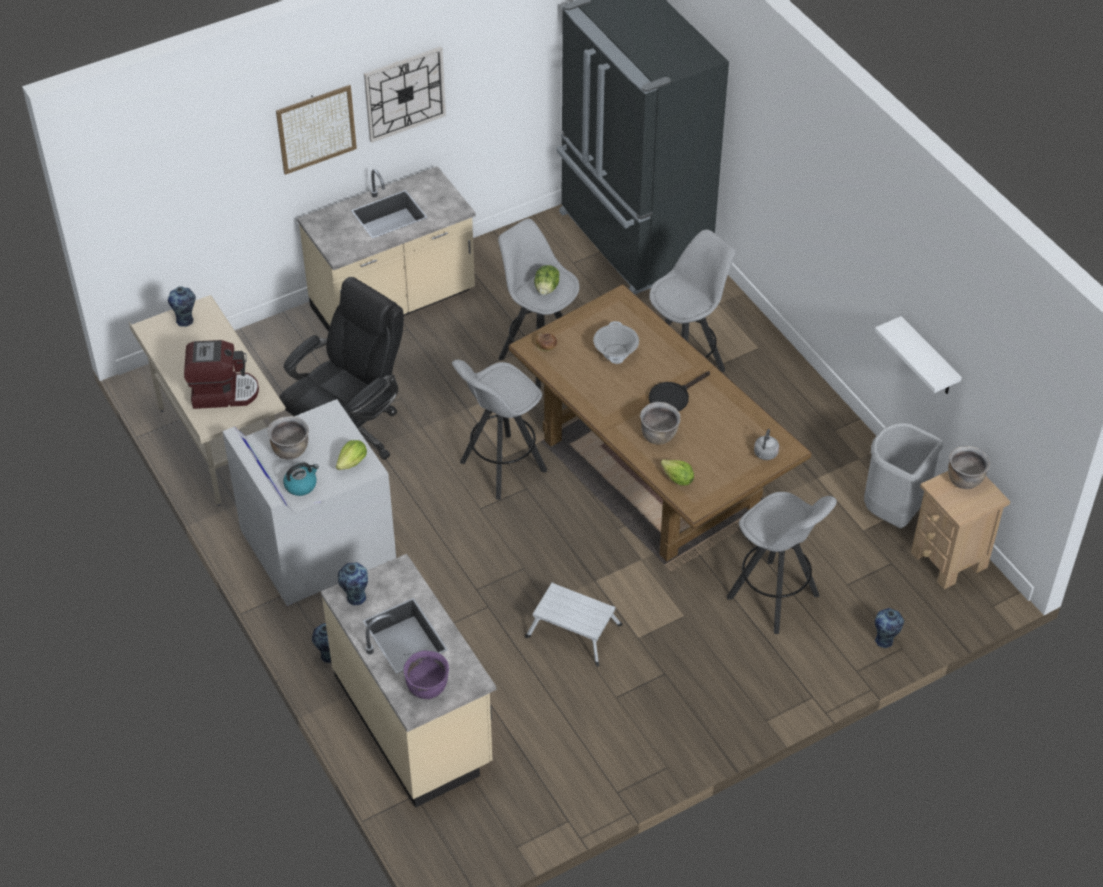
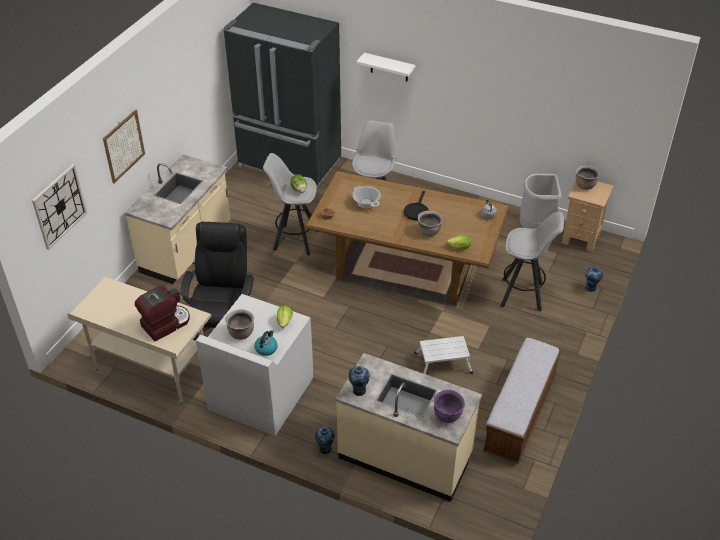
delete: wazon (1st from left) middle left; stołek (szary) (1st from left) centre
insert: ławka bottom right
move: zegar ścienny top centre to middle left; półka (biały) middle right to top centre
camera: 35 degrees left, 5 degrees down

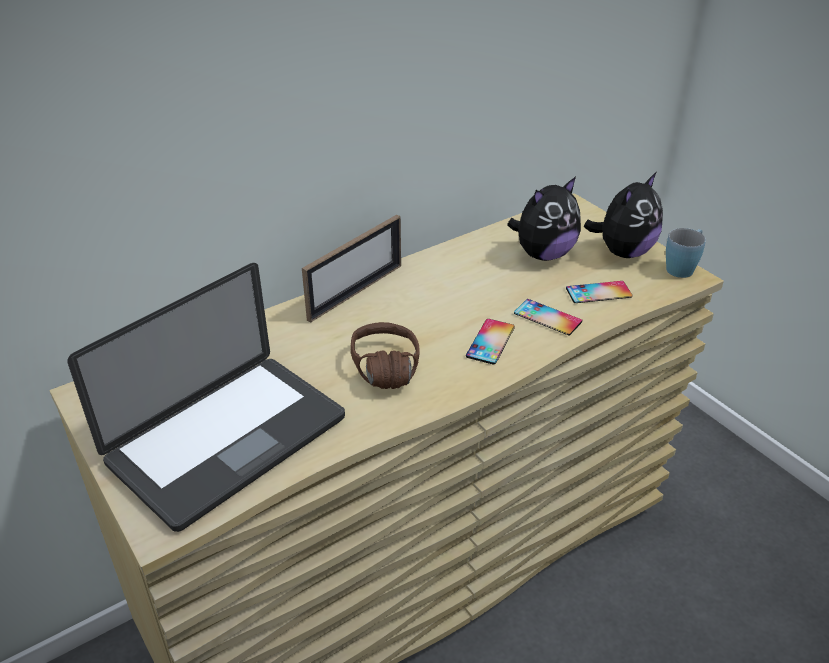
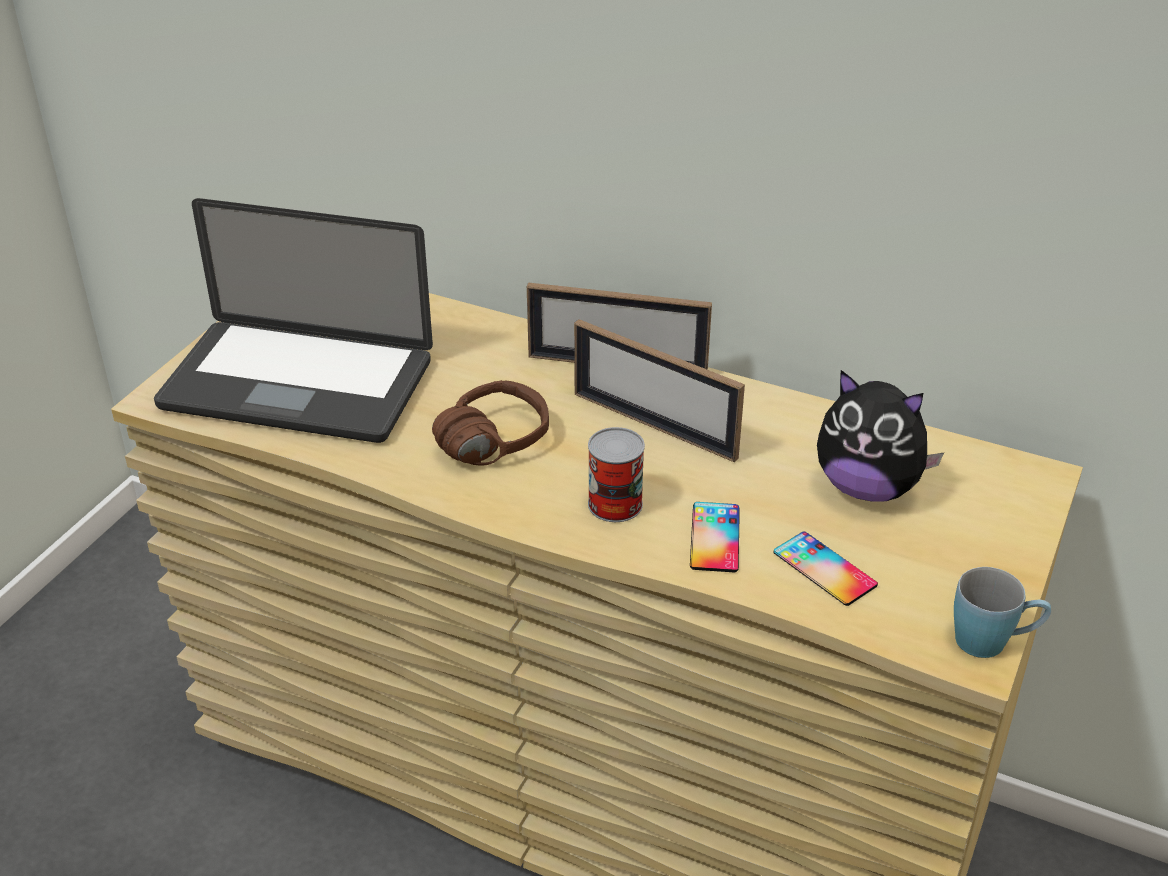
delete: pluszak (2nd from left) top right
insert: ramka na zdjęcie (2nd from left) centre
replace: telefon (1st from left) centre to puszka centre
camera: 60 degrees right, 0 degrees up

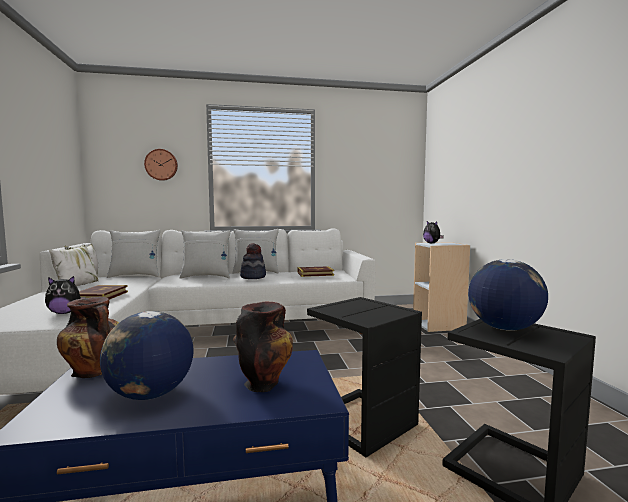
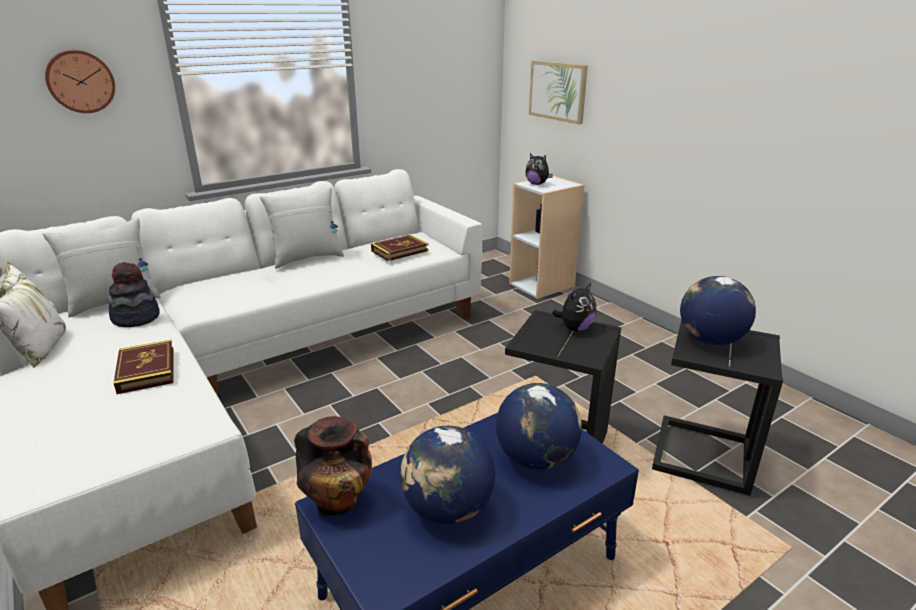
delete: poduszka (szary) (2nd from left) middle left
insert: obraz top centre
move: kapelusz centre to middle left; pluszak (1st from left in the first image) middle left to pluszak (2nd from left) centre
replace: wazon (2nd from left) bottom centre to globus (2nd from left) bottom centre
camera: 25 degrees left, 20 degrees up

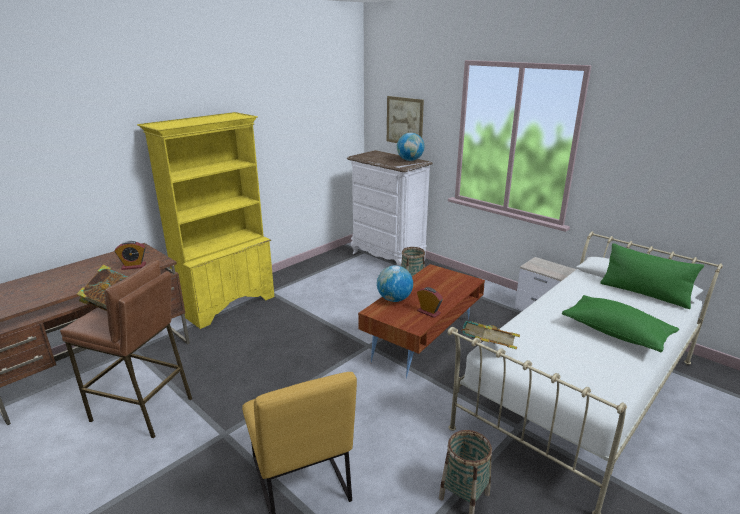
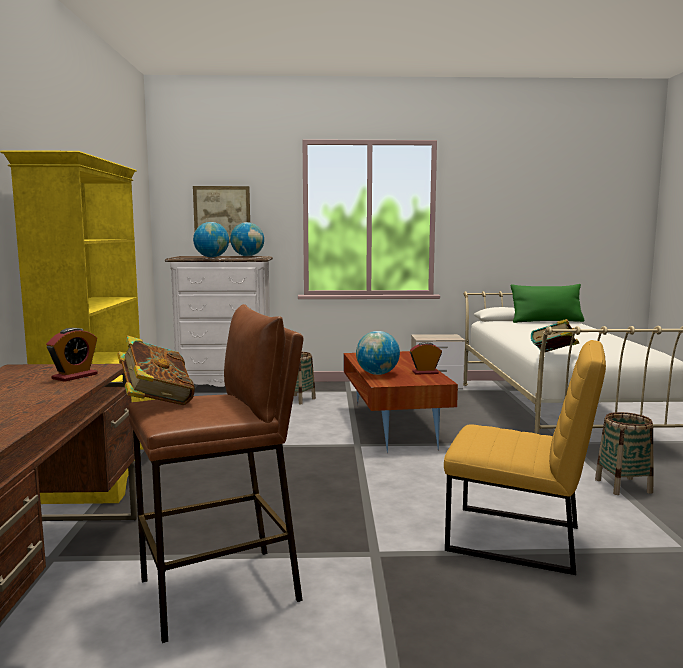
delete: poduszka (zielony) (1st from left) middle right
insert: globus (1st from left) middle left
camera: 45 degrees left, 15 degrees down

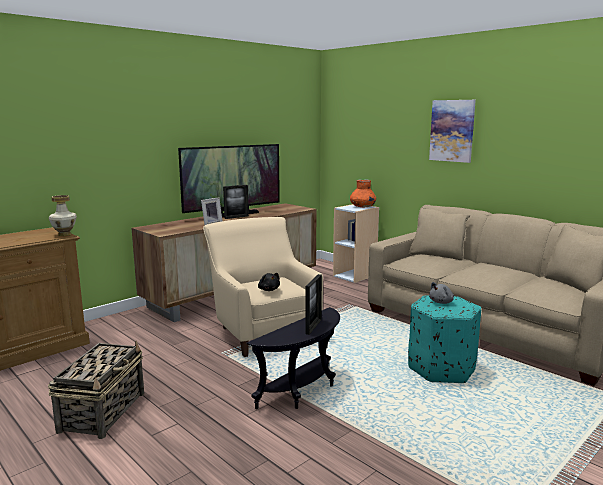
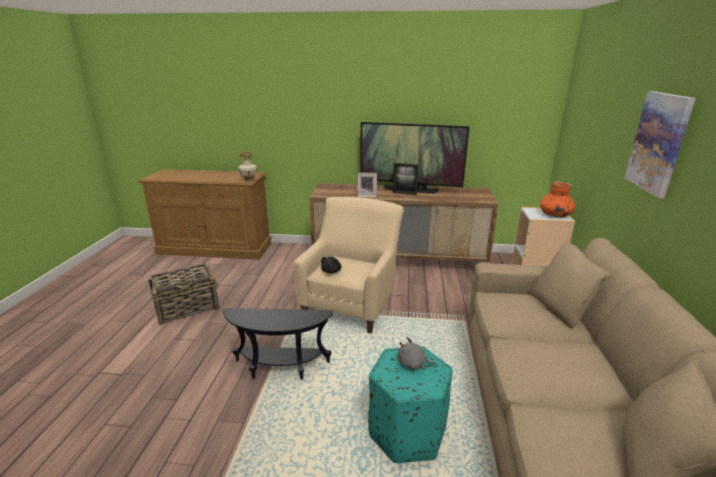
delete: ramka na zdjęcie (3rd from left) centre
camera: 50 degrees right, 10 degrees up

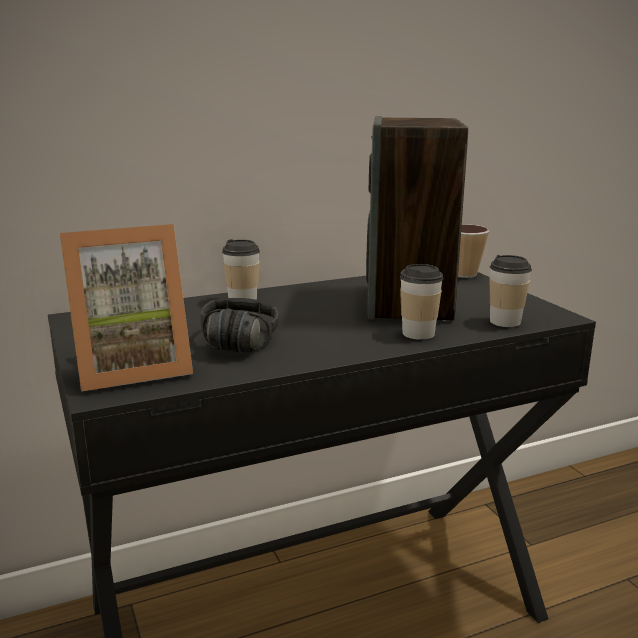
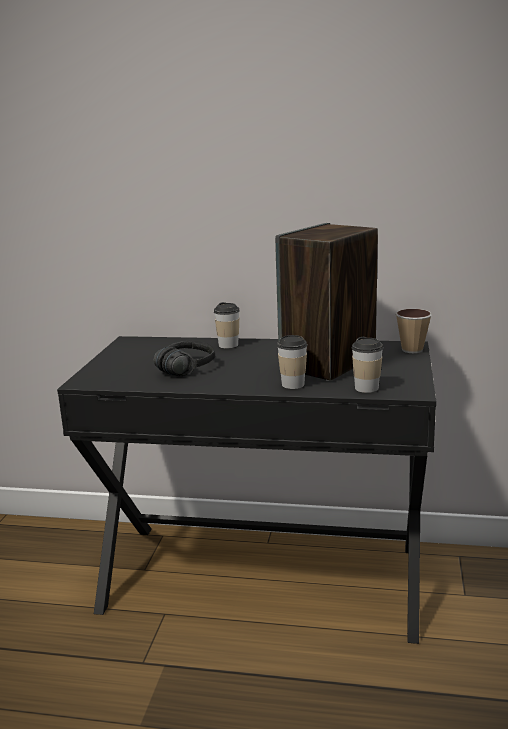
delete: ramka na zdjęcie middle left
camera: 35 degrees right, 0 degrees up

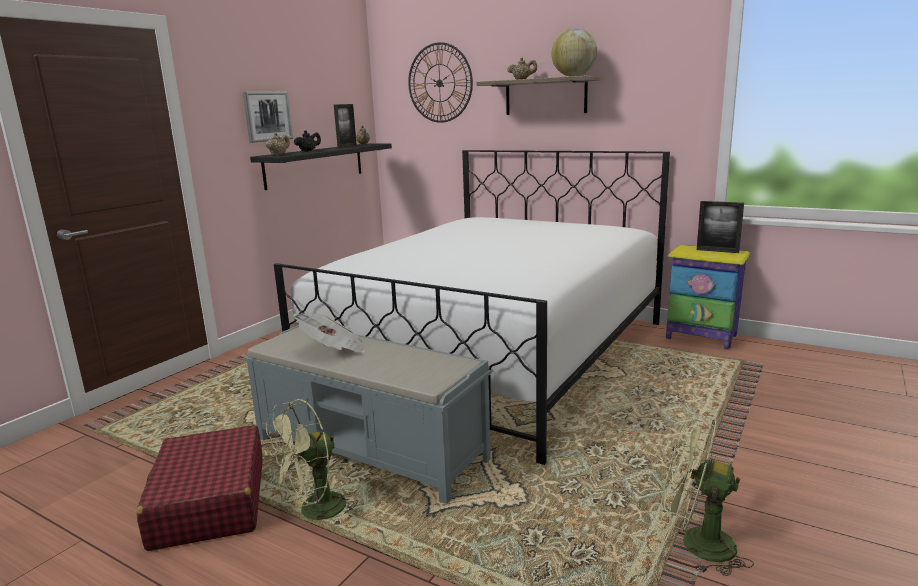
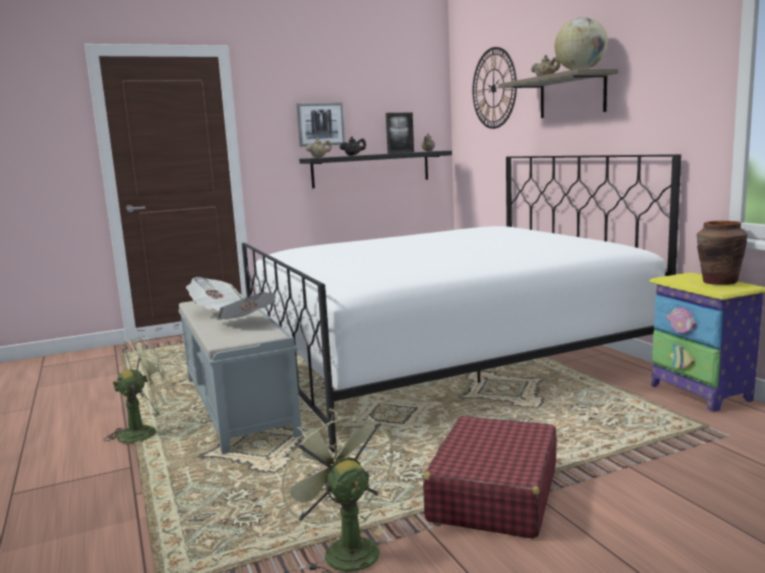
insert: gazeta (2nd from left) middle left
move: walizka (czerwony) bottom left to bottom centre
replace: ramka na zdjęcie (2nd from left) middle right to wazon (brązowy) middle right
rotate: wentylator (zielony) (1st from left) bottom centre = bottom left 150 degrees clockwise
camera: 35 degrees right, 5 degrees down

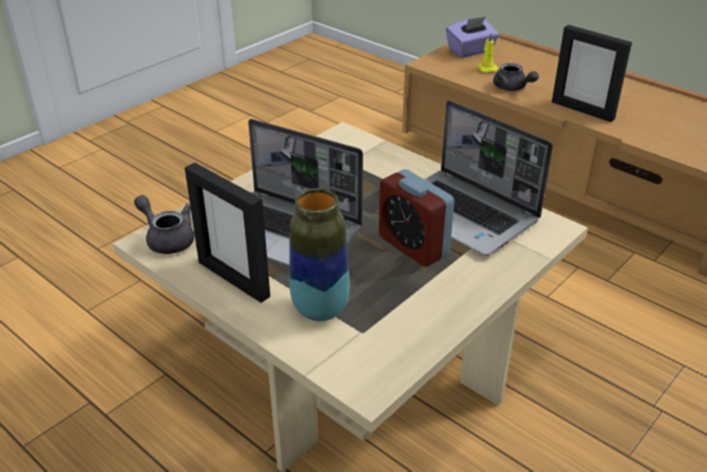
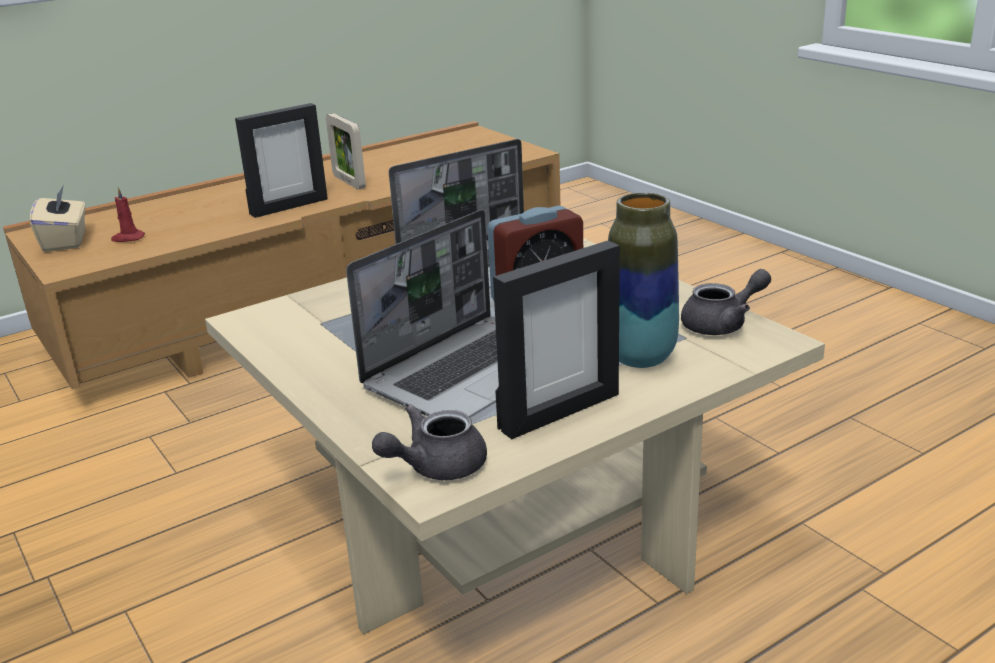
insert: ramka na zdjęcie (2nd from left) top centre
move: imbryk (szary) (2nd from left) top right to middle right
recolor: pudełko chusteczek (fioletowy) top right to pudełko chusteczek (beżowy) top left; świeca (żółty) top right to świeca (czerwony) top left
camera: 75 degrees left, 10 degrees down

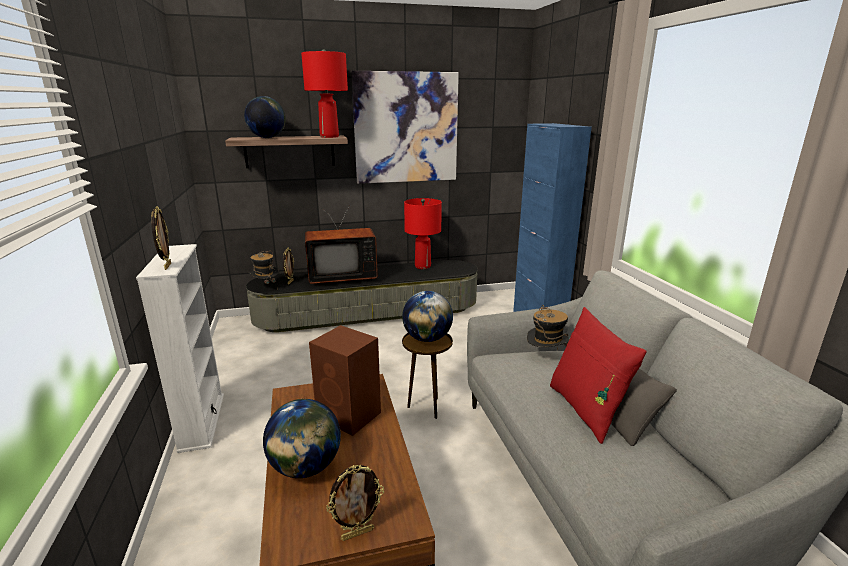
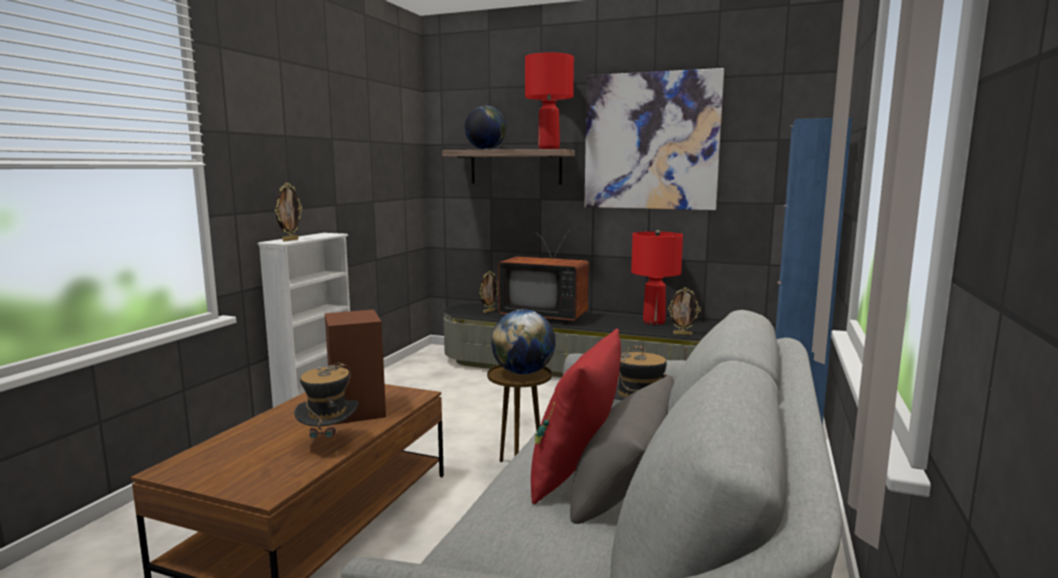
delete: globus (2nd from left) bottom centre
move: kapelusz (1st from left) middle left to bottom left; ramka na zdjęcie (3rd from left) bottom centre to centre
camera: 35 degrees right, 10 degrees down

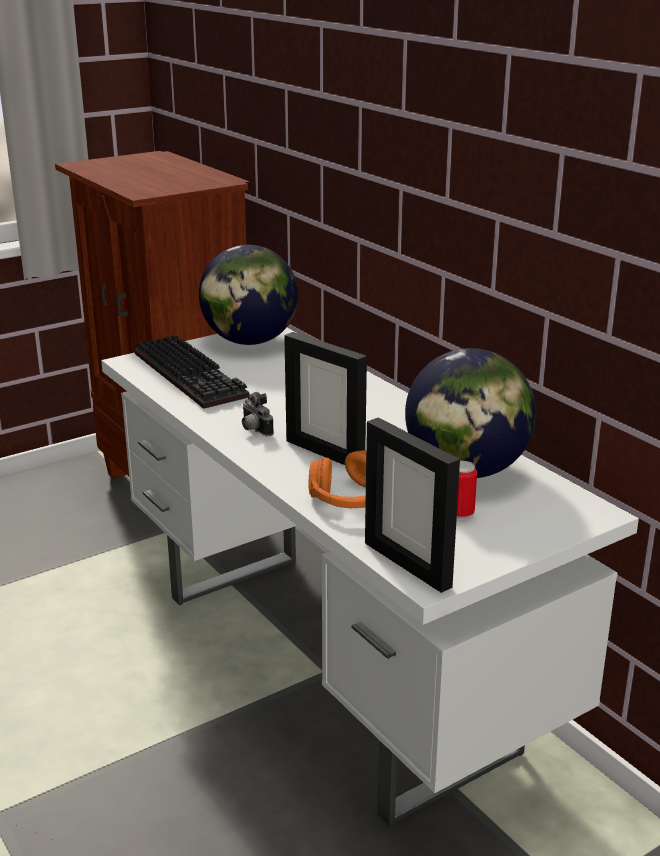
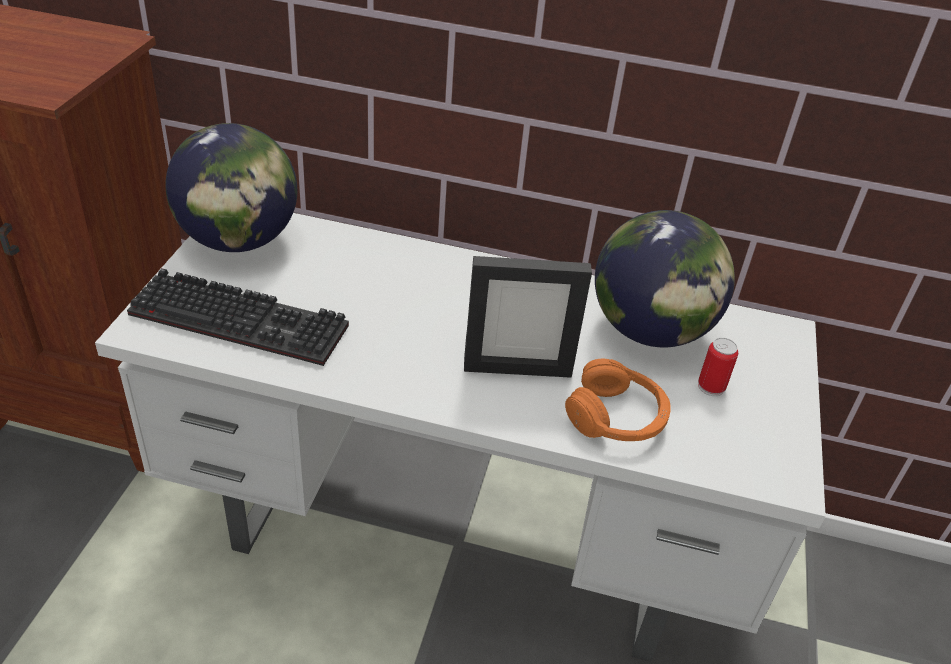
delete: aparat fotograficzny centre; ramka na zdjęcie (2nd from left) centre
camera: 45 degrees left, 15 degrees up

